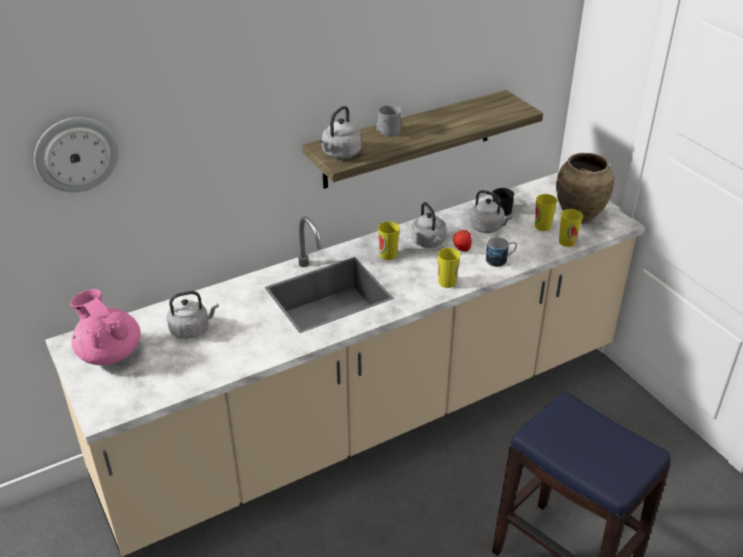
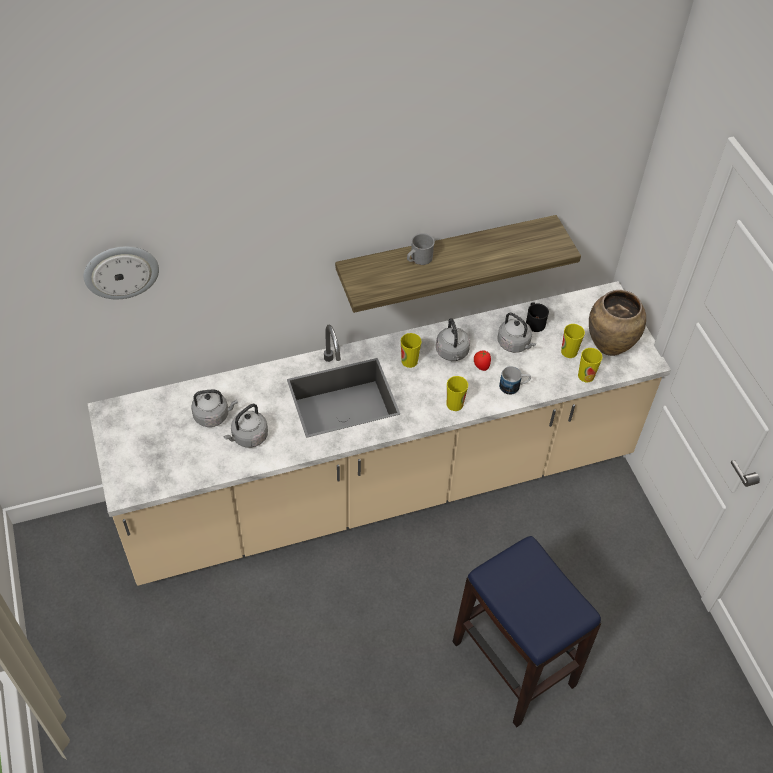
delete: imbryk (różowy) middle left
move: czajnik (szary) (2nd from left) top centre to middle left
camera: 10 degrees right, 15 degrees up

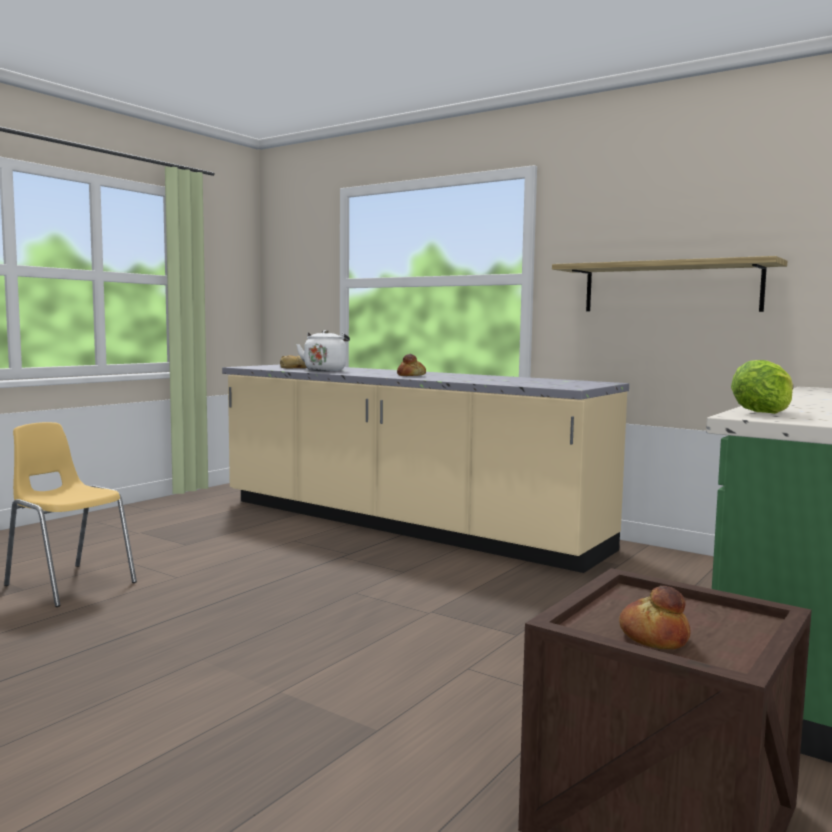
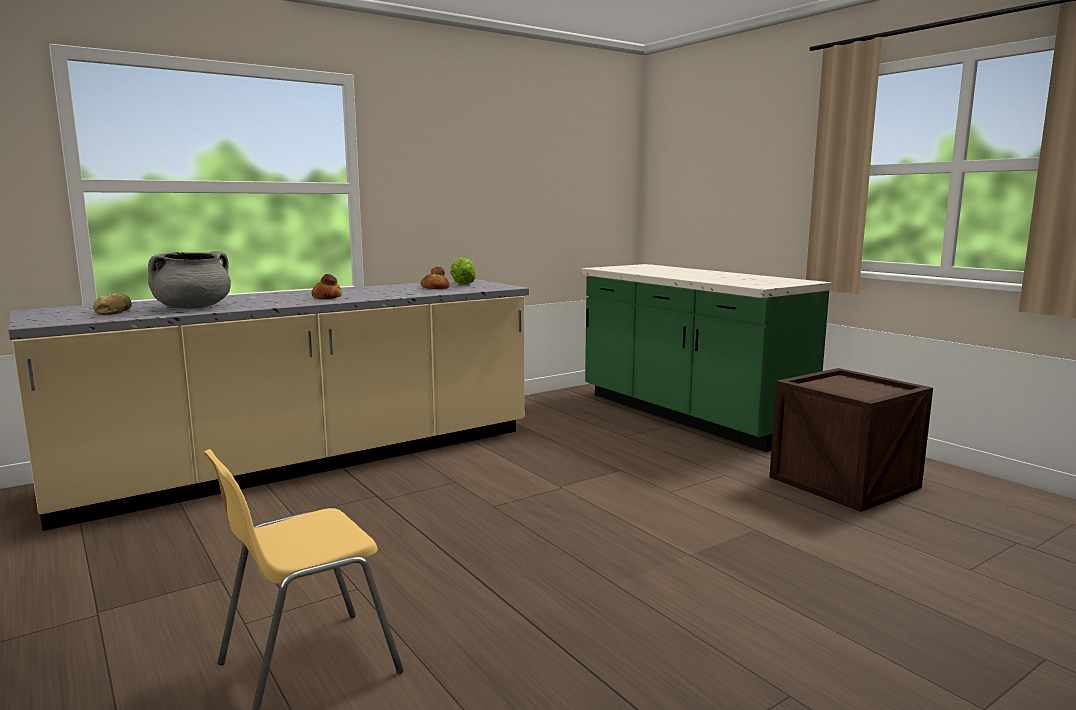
delete: półka middle right
move: chleb (3rd from left) bottom right to centre; sałata middle right to centre
replace: czajnik (biały) centre to garnek (szary) middle left
camera: 70 degrees left, 5 degrees up

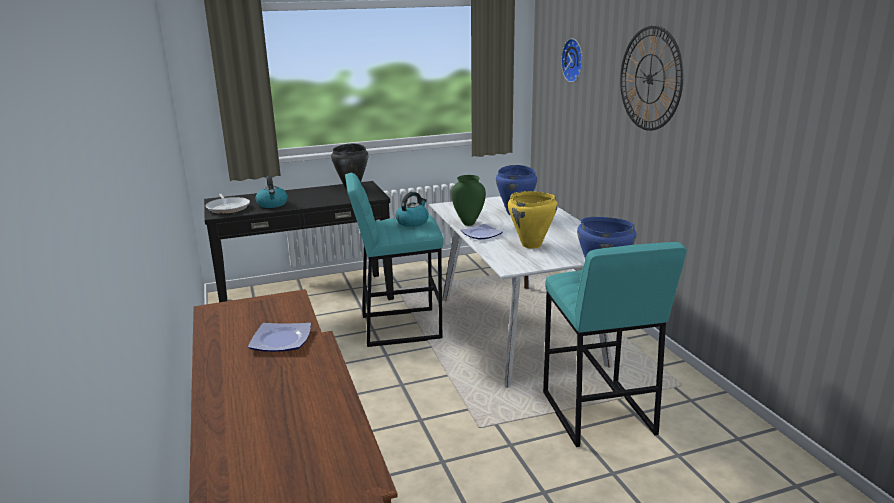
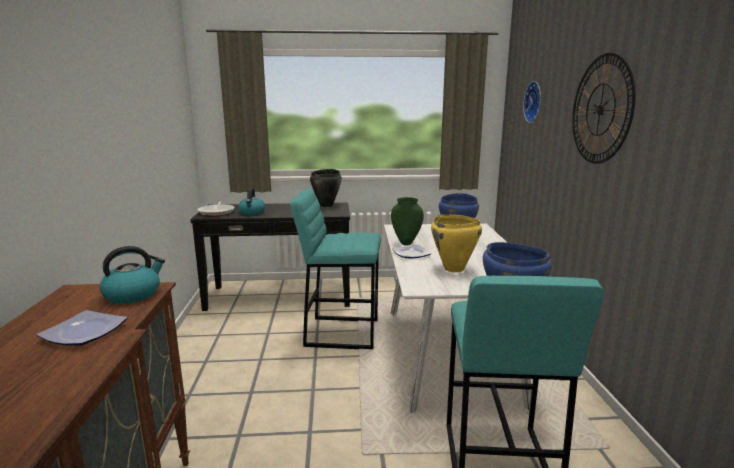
move: czajnik (2nd from left in the first image) centre to czajnik (1st from left) middle left
camera: 15 degrees right, 5 degrees down

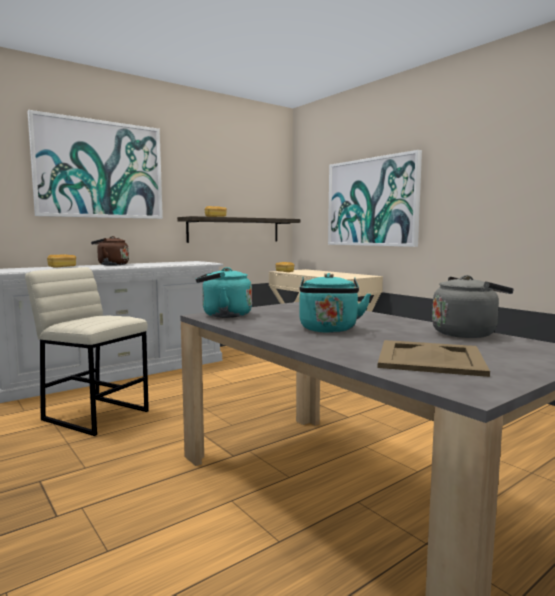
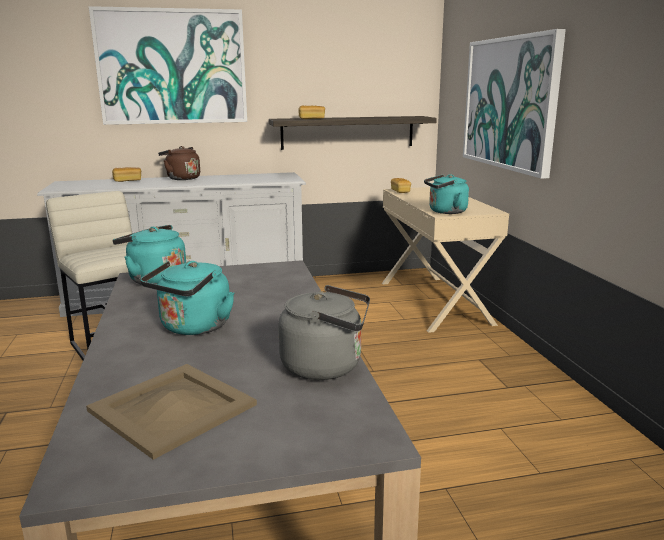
insert: czajnik (turkusowy) (3rd from left) middle right
camera: 25 degrees right, 10 degrees up

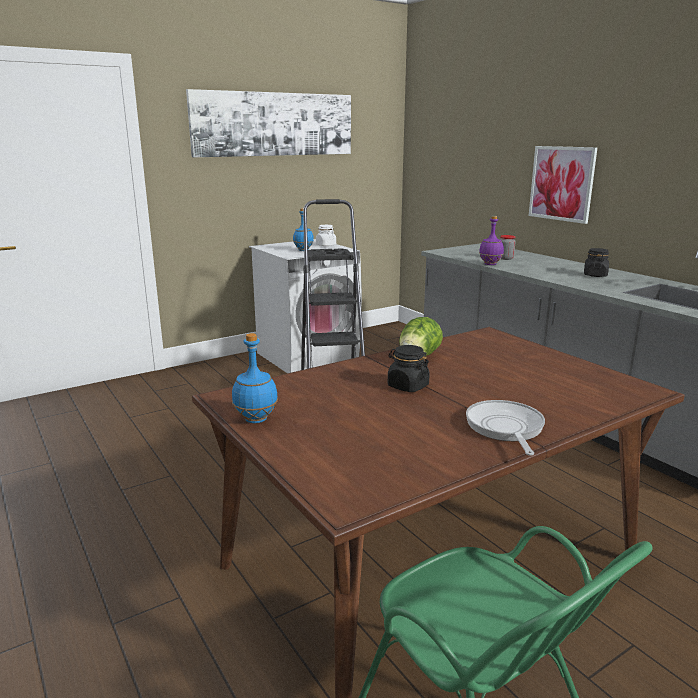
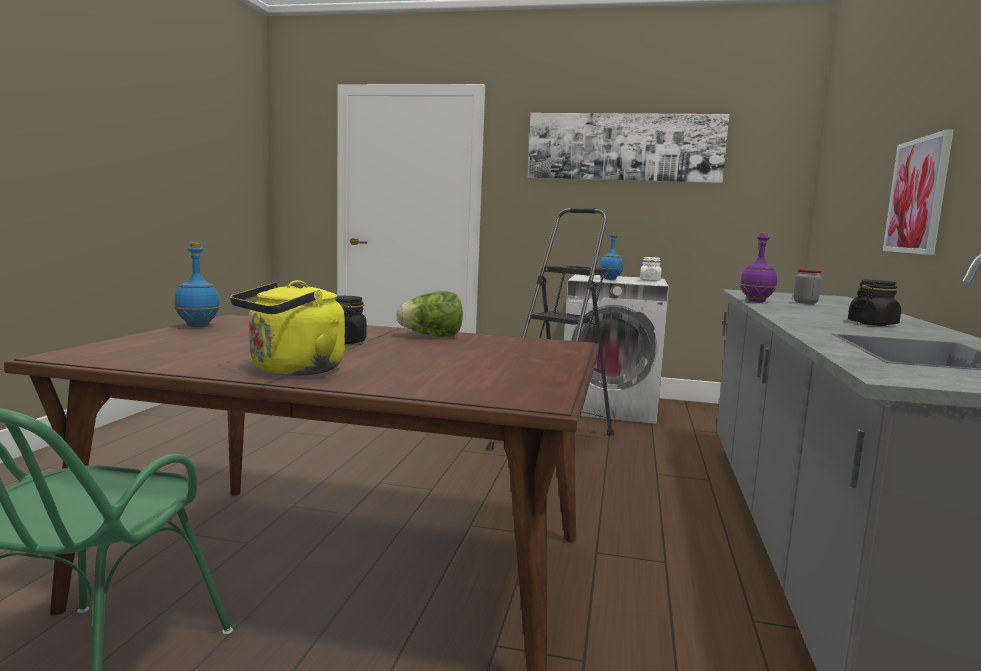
replace: patelnia middle right to czajnik (żółty) middle left
camera: 45 degrees right, 10 degrees down

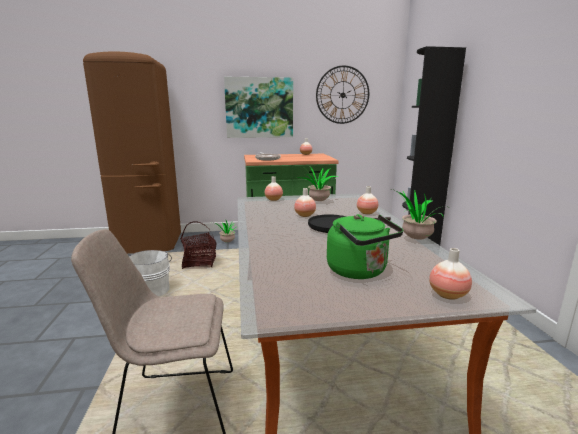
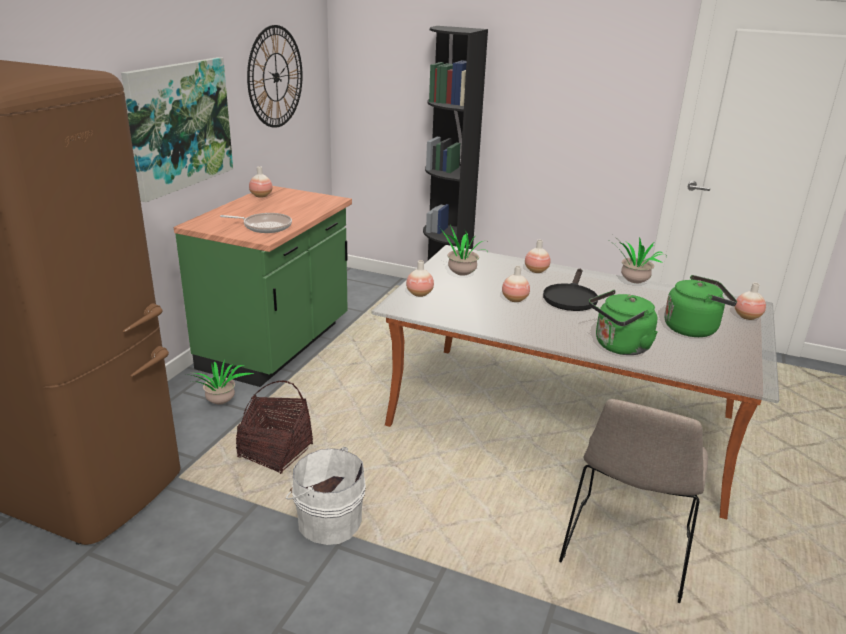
insert: czajnik (zielony) (1st from left) middle right
camera: 60 degrees left, 10 degrees up

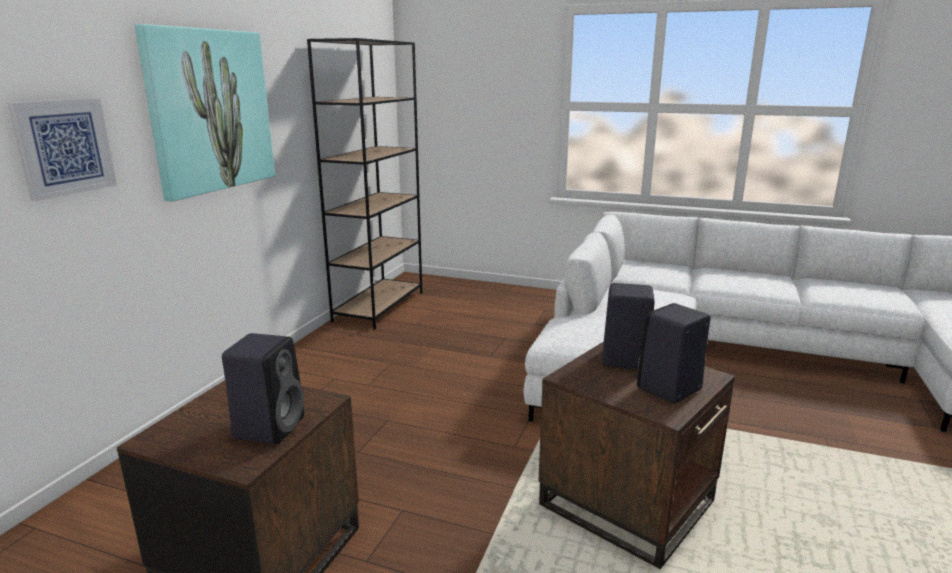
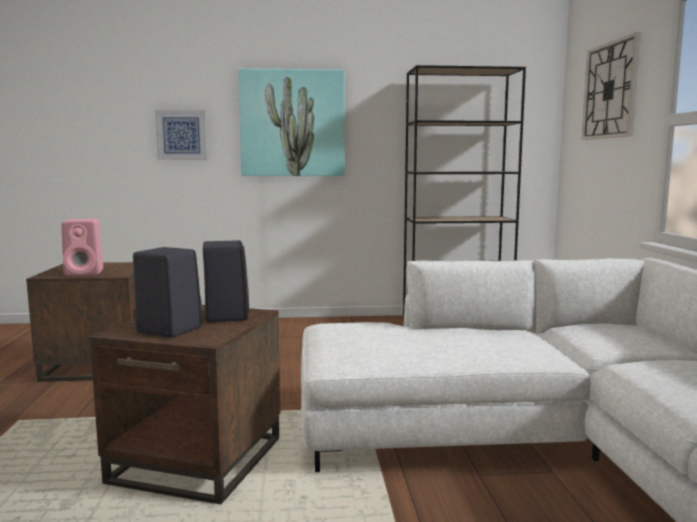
insert: zegar ścienny top right
recolor: głośnik (czarny) (1st from left) bottom left to głośnik (różowy) middle left
camera: 65 degrees right, 10 degrees down

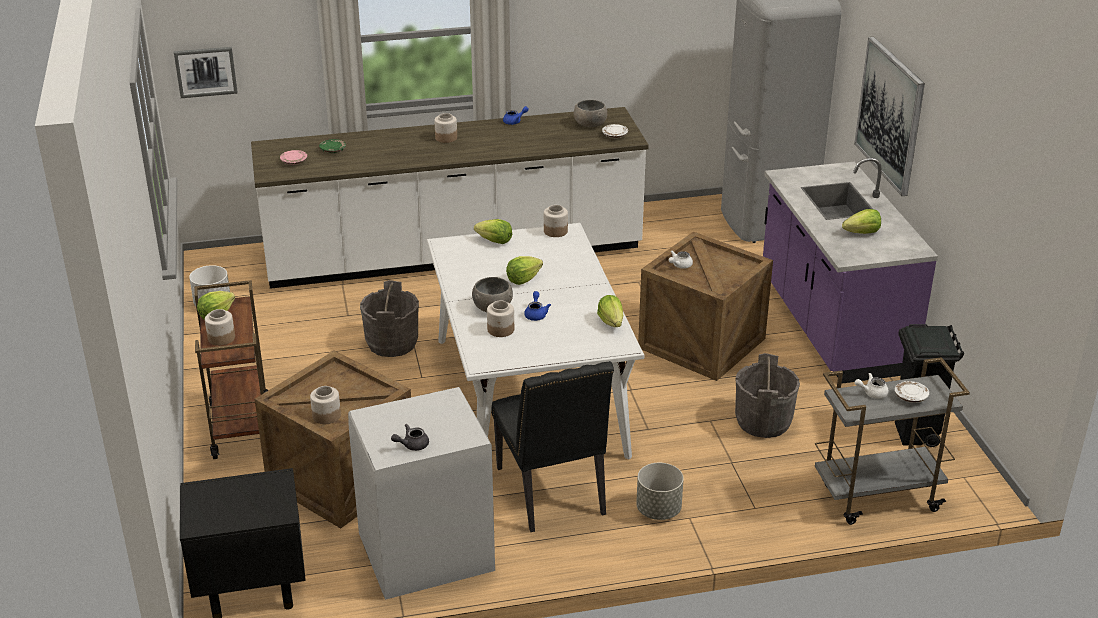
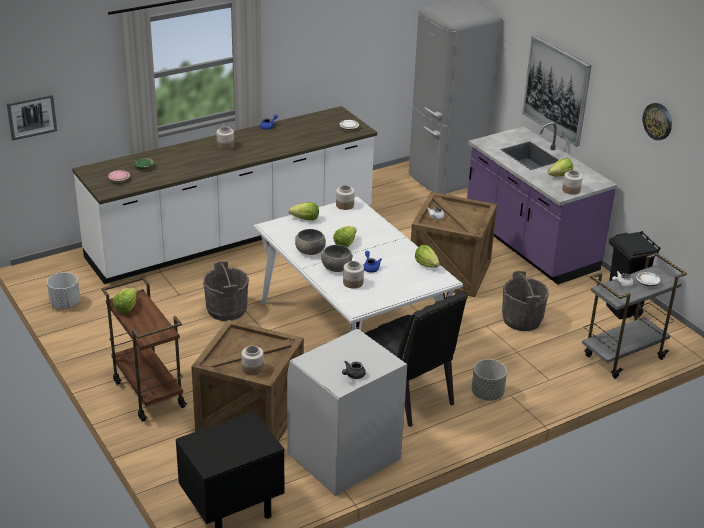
insert: zegar ścienny top right
move: miska (szary) (2nd from left in the first image) top centre to miska (szary) (1st from left) centre; słoik (1st from left in the first image) middle left to słoik (5th from left) middle right
camera: 20 degrees left, 0 degrees up

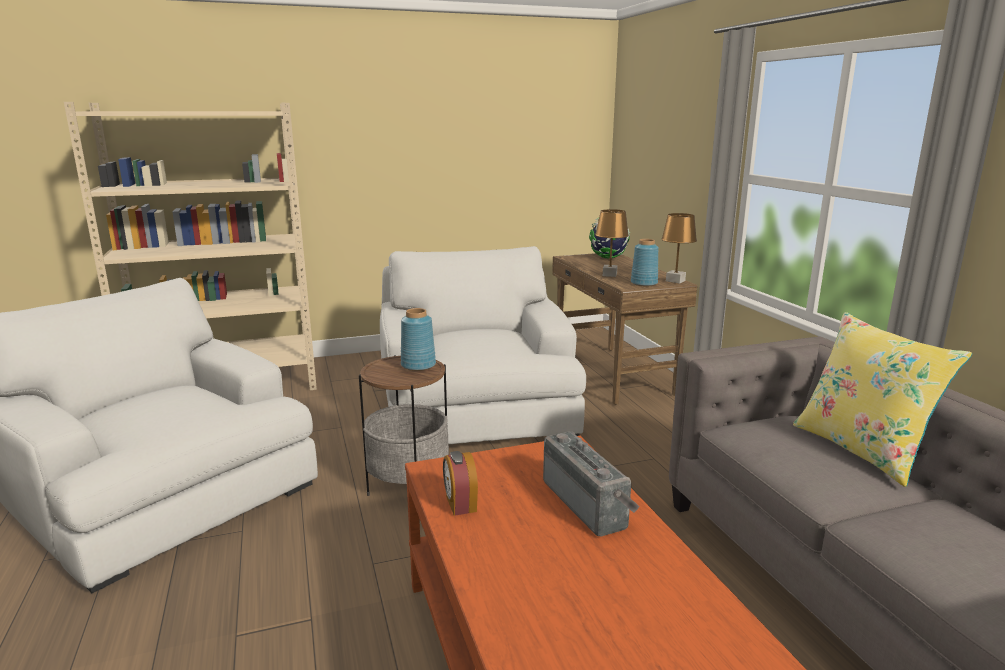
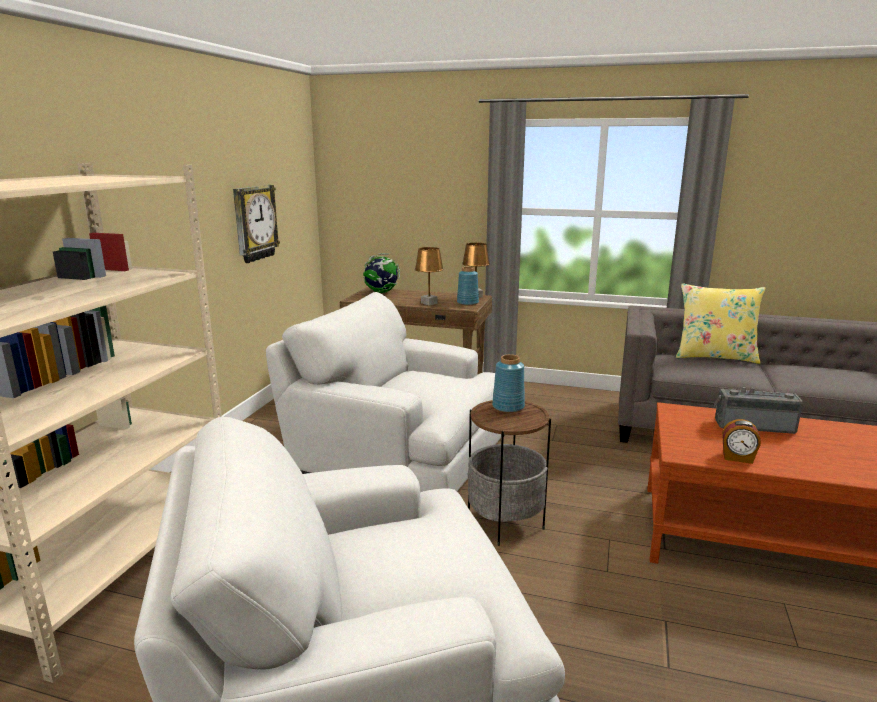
insert: zegar ścienny top left
camera: 55 degrees left, 0 degrees up

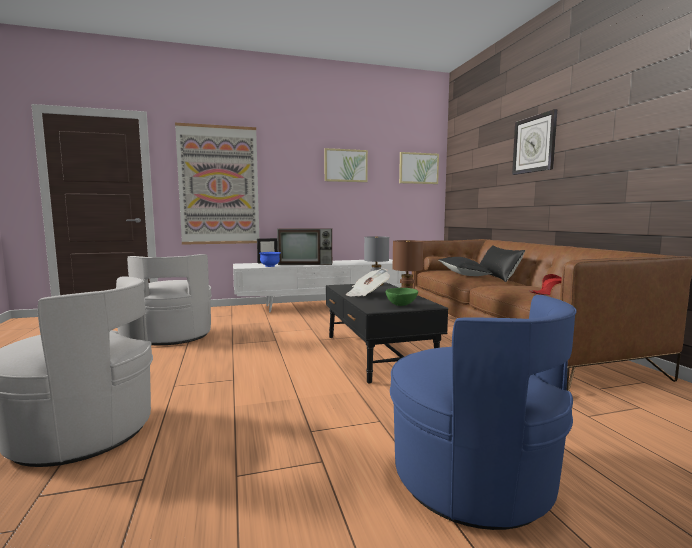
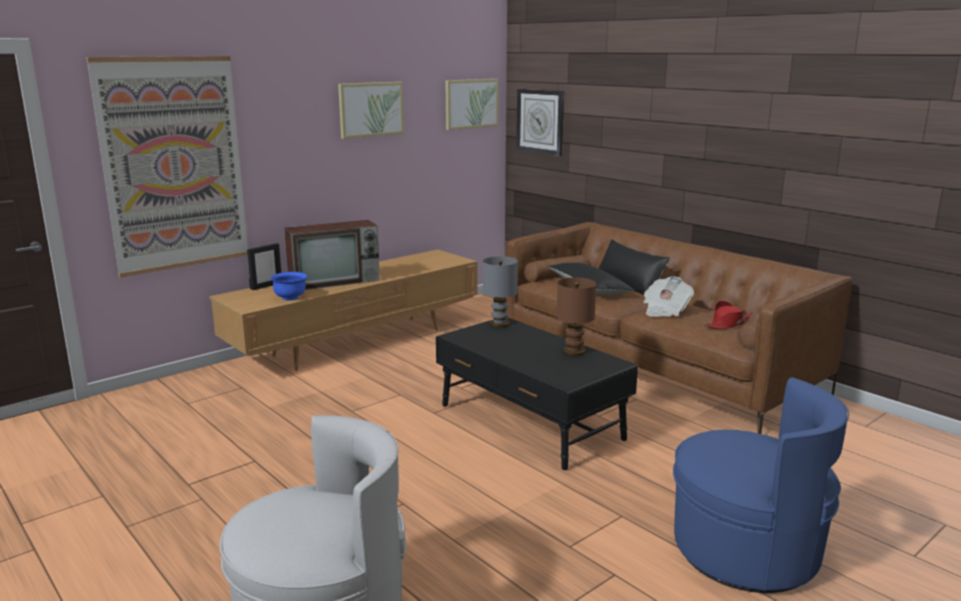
delete: fotel (biały) (2nd from left) middle left; miska (zielony) centre
move: zegar ścienny top right to top centre; gazeta centre to middle right
recolor: szafka pod telewizor (biały) centre to szafka pod telewizor (brązowy) centre
camera: 25 degrees left, 10 degrees up

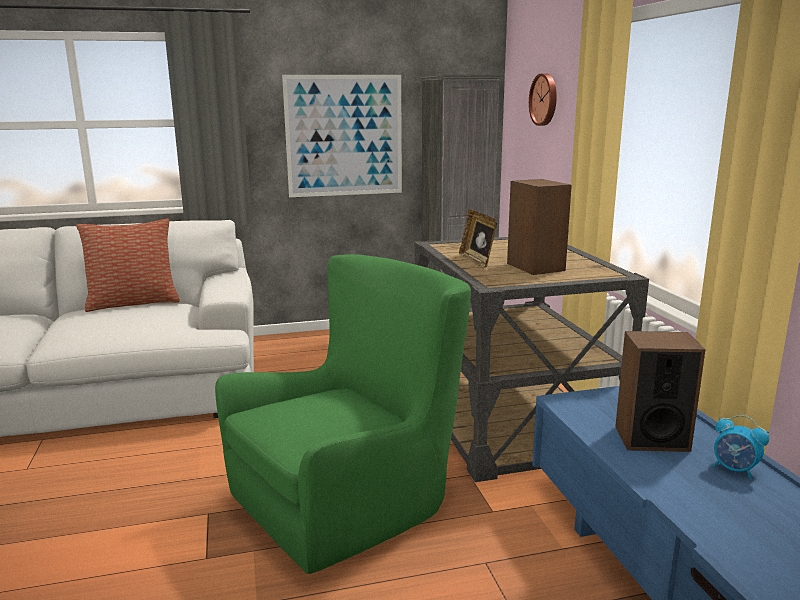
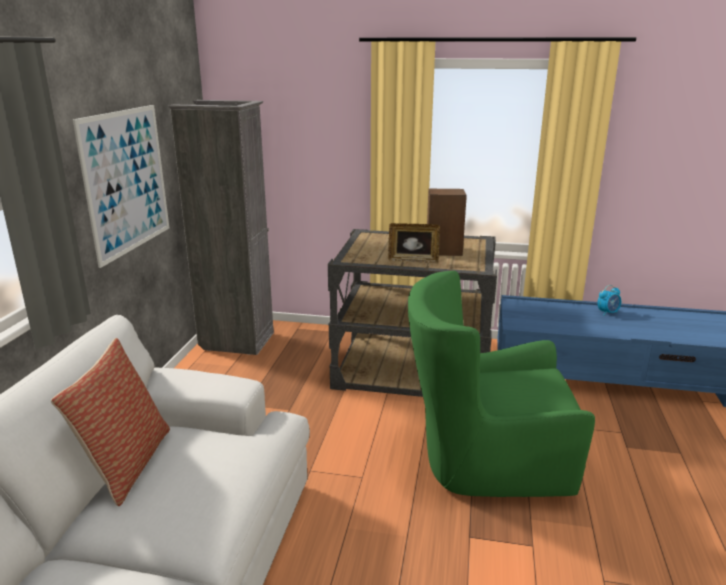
delete: zegar ścienny top right; głośnik (2nd from left) middle right
rotate: fotel (zielony) bottom centre = middle right 75 degrees counterclockwise
camera: 65 degrees left, 5 degrees up

